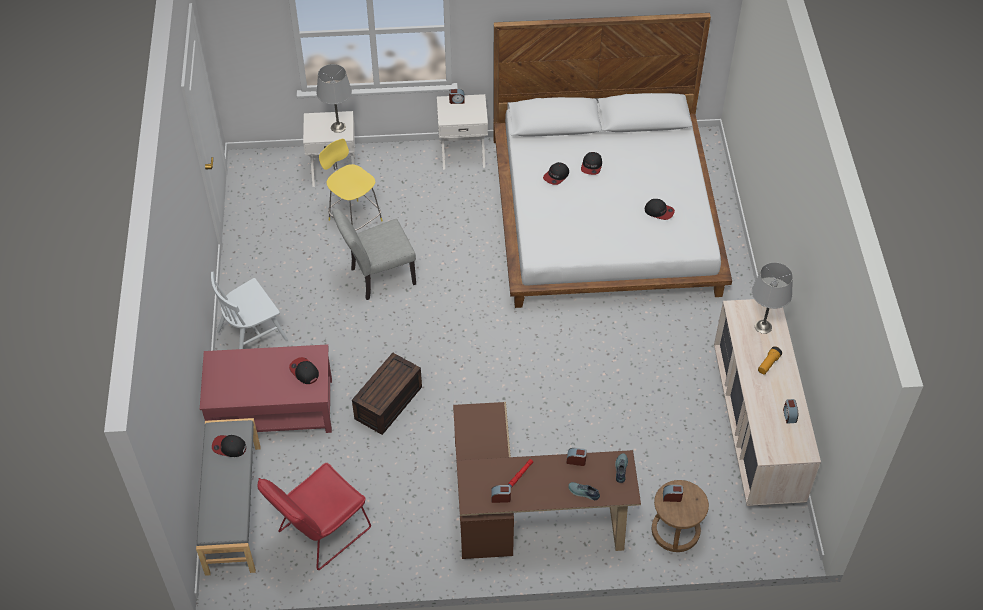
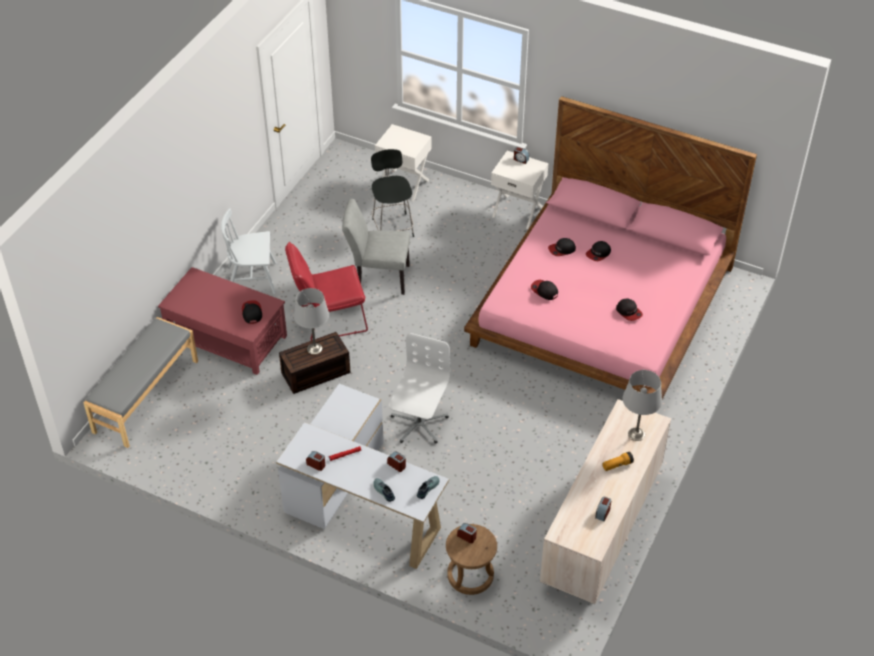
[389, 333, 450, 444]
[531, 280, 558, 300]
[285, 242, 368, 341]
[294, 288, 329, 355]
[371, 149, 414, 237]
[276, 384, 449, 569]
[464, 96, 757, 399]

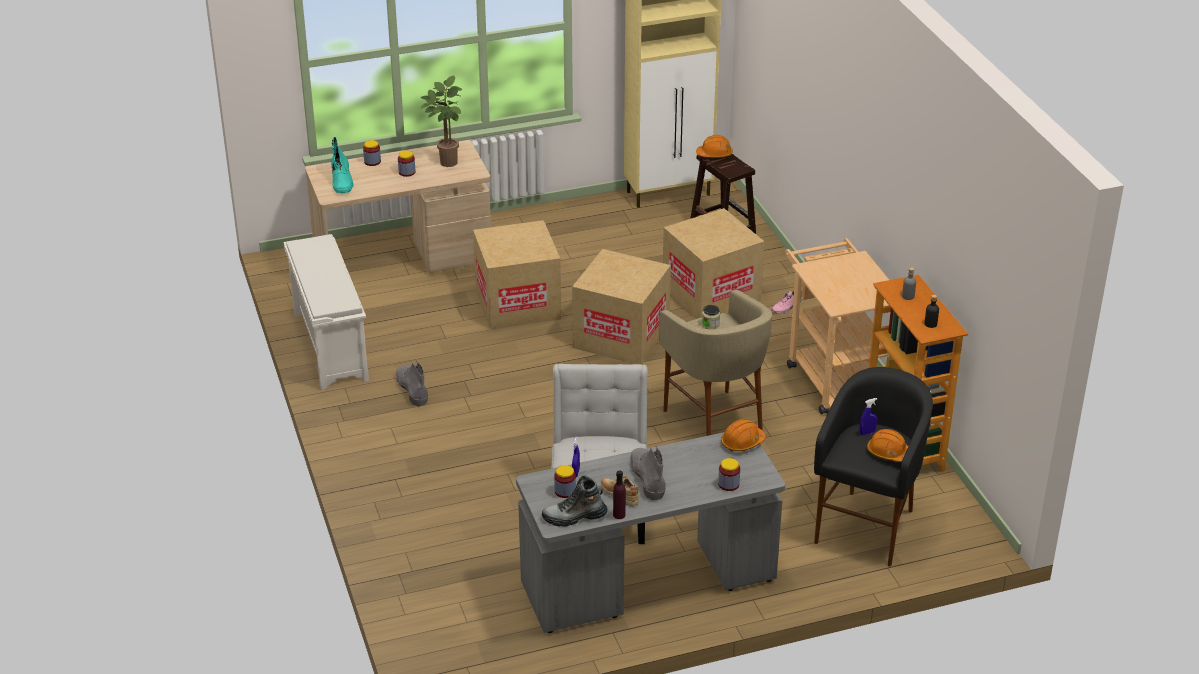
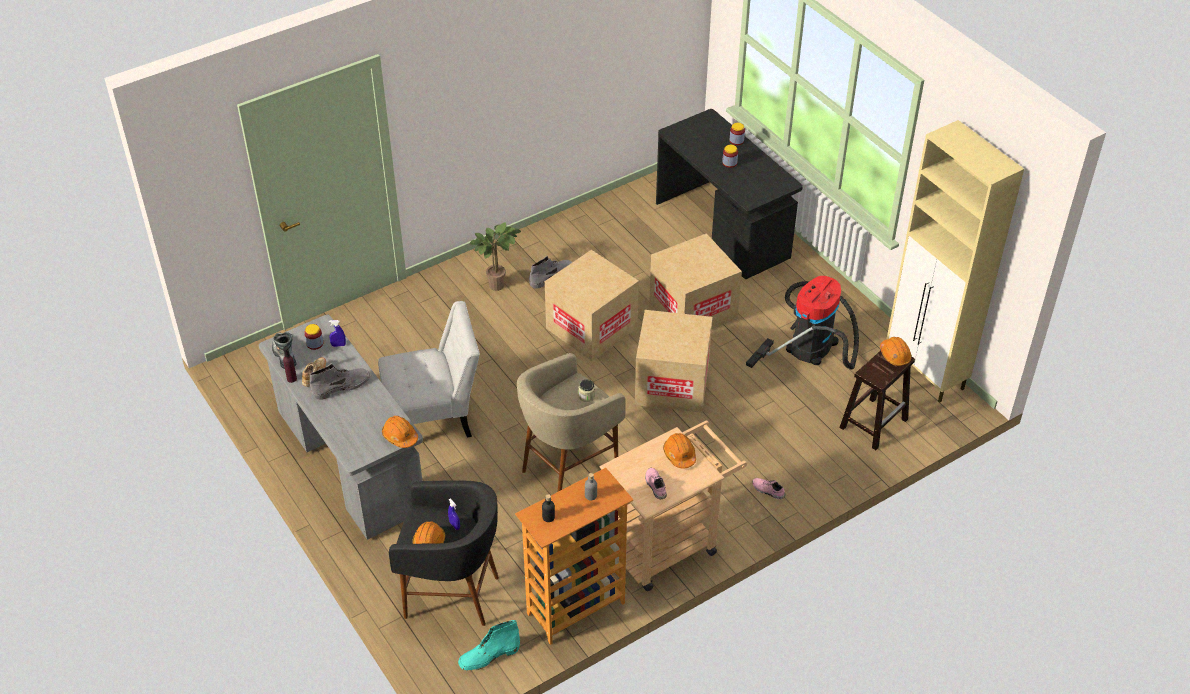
[284, 234, 369, 390] (first image)
[718, 458, 740, 491] (first image)
[645, 468, 667, 499]
[663, 433, 696, 468]
[746, 276, 859, 370]
[458, 620, 520, 670]
[469, 222, 521, 291]
[545, 250, 639, 361]
[656, 109, 803, 279]

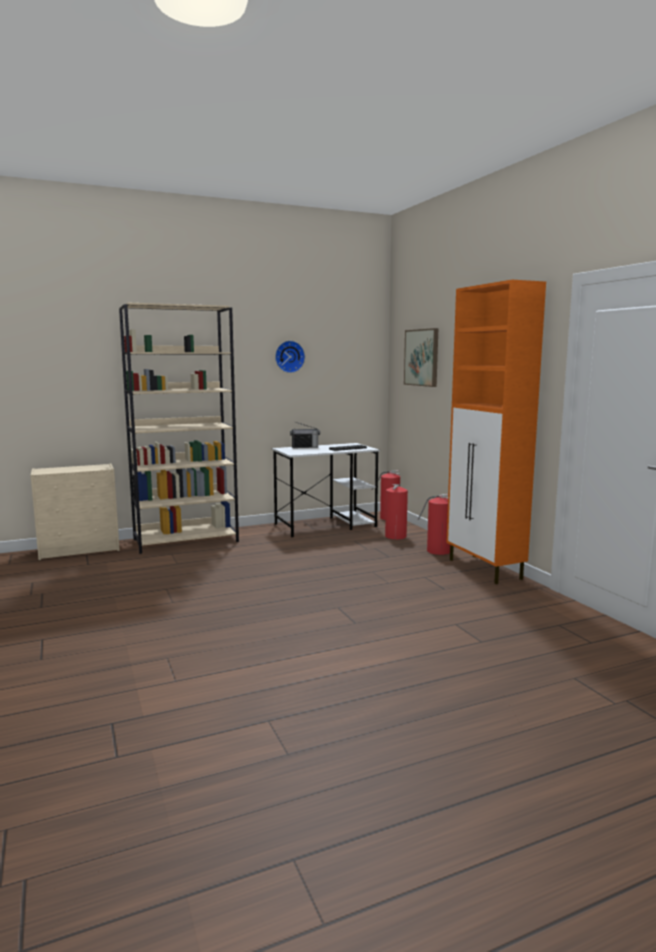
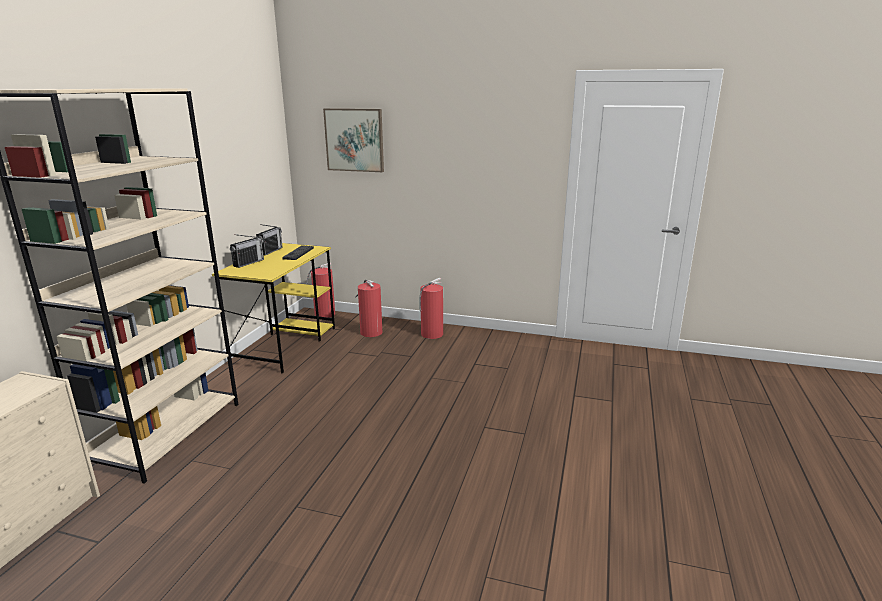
[275, 341, 305, 373] (first image)
[446, 280, 546, 584] (first image)
[256, 224, 283, 256]
[212, 243, 335, 373]

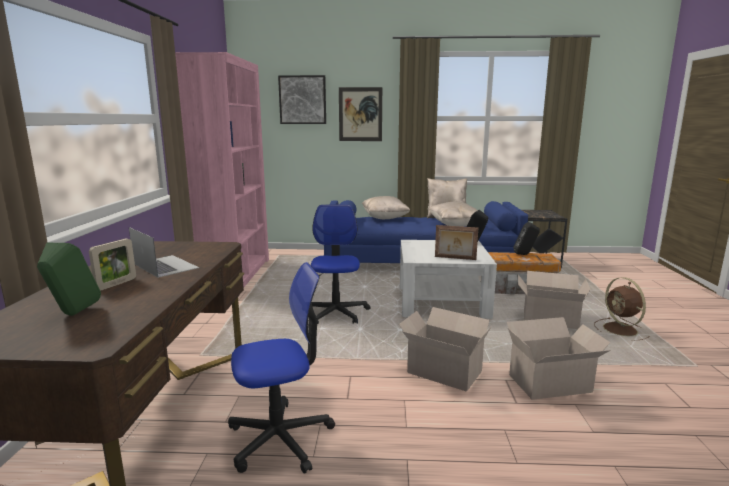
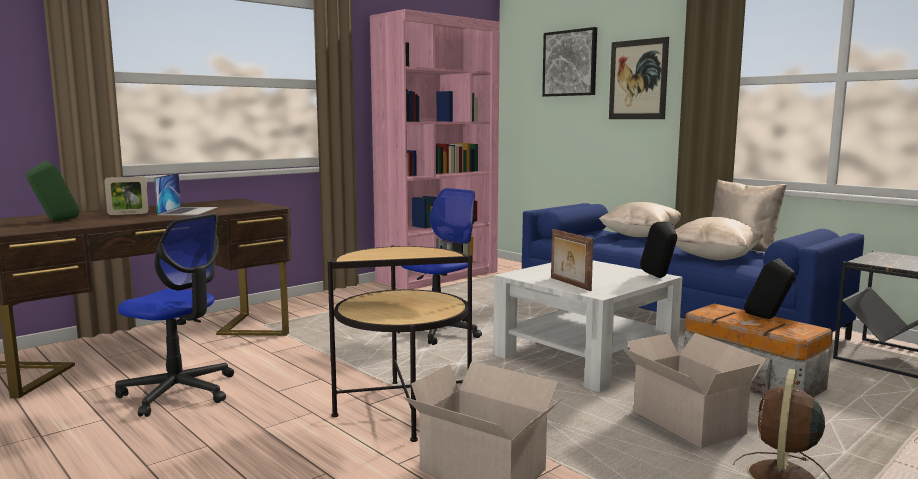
[328, 245, 472, 442]

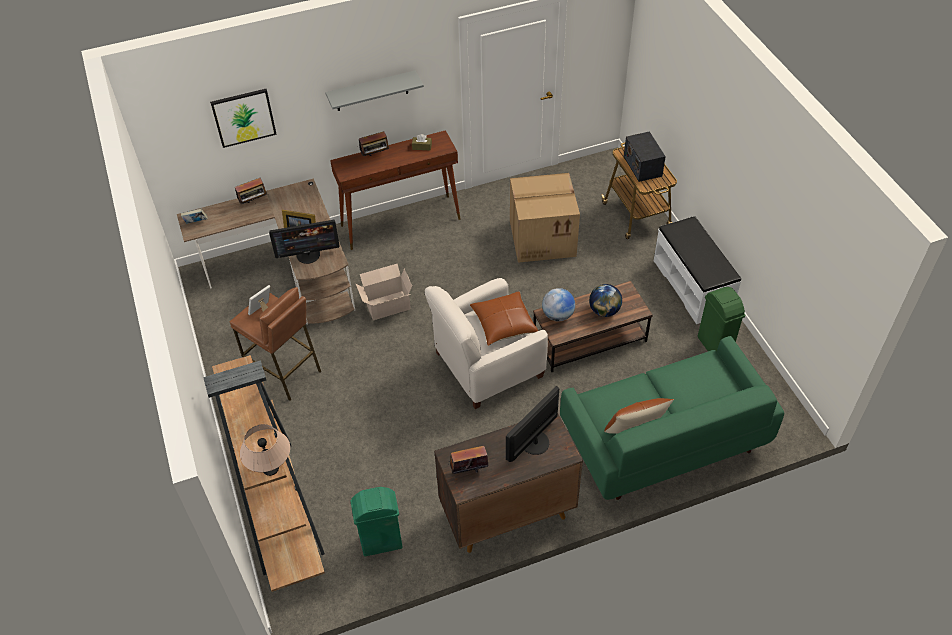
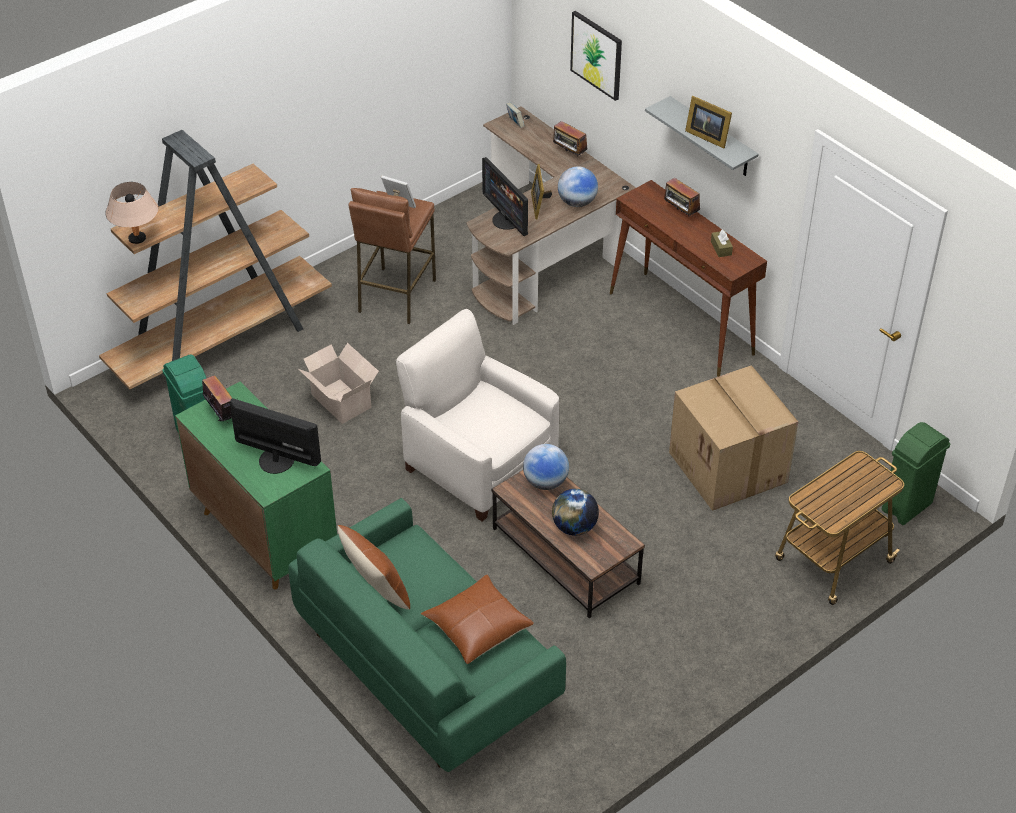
[624, 131, 666, 182] (first image)
[654, 216, 741, 324] (first image)
[558, 166, 598, 207]
[685, 96, 732, 148]
[298, 343, 379, 424]
[421, 574, 534, 664]
[882, 422, 950, 525]
[175, 382, 337, 589]

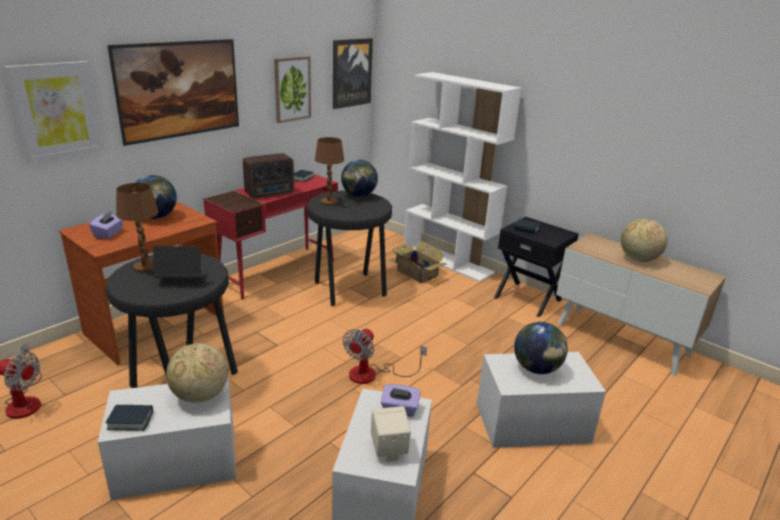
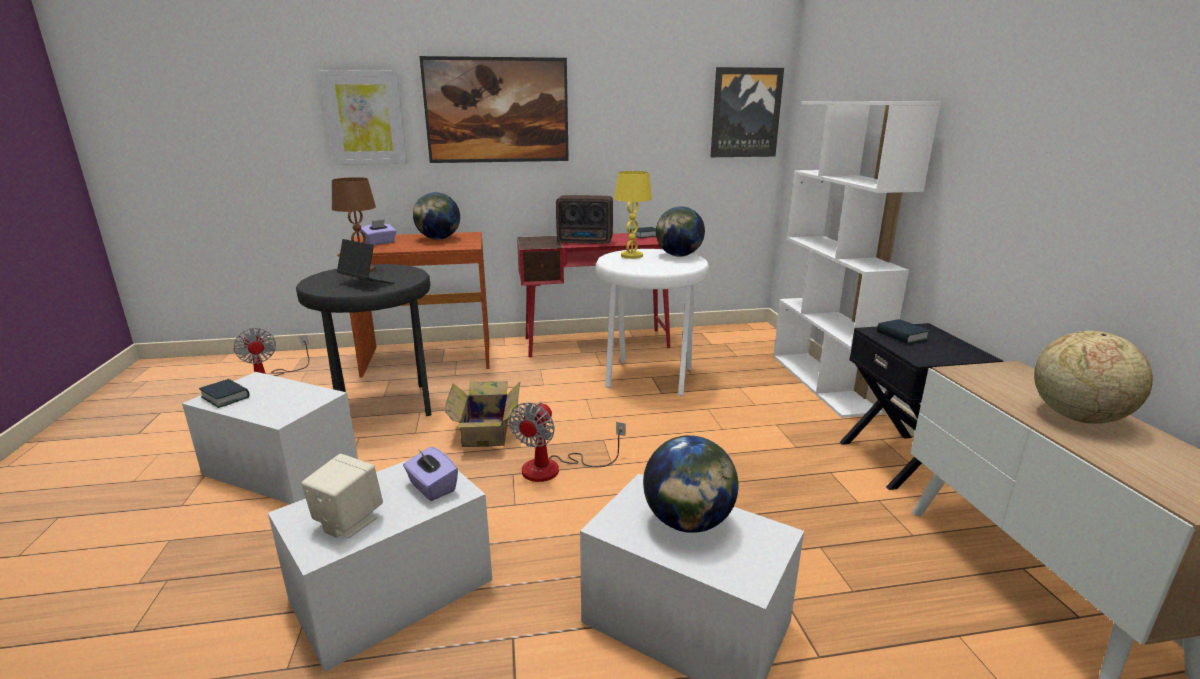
[166, 343, 228, 403] (first image)
[274, 56, 311, 123] (first image)
[445, 381, 520, 447]
[596, 249, 709, 396]
[614, 171, 652, 259]
[509, 402, 626, 482]

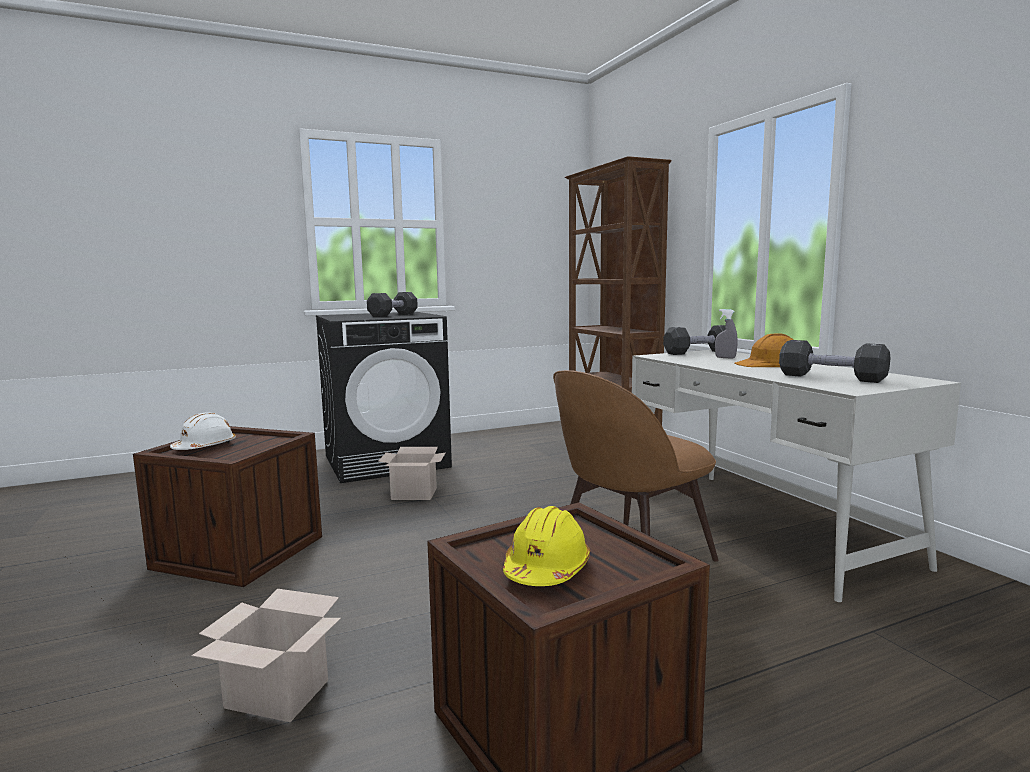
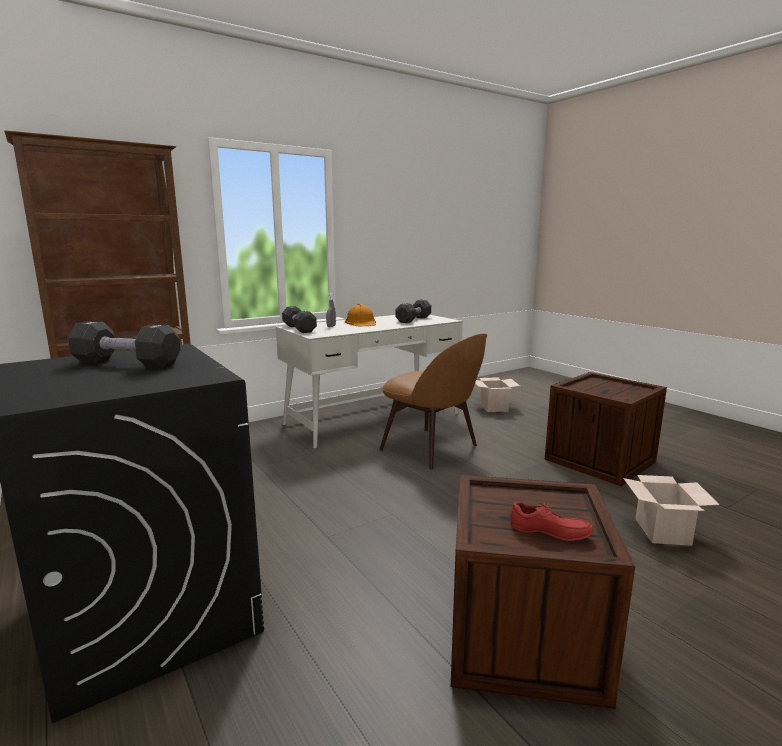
[503, 506, 590, 586] (first image)
[475, 377, 520, 412]
[510, 502, 593, 541]

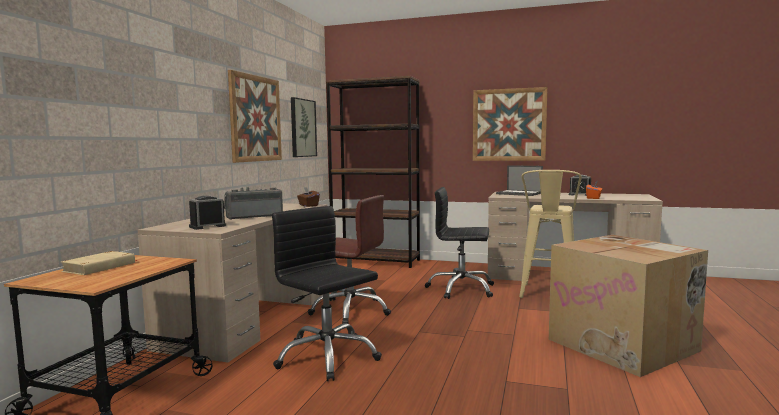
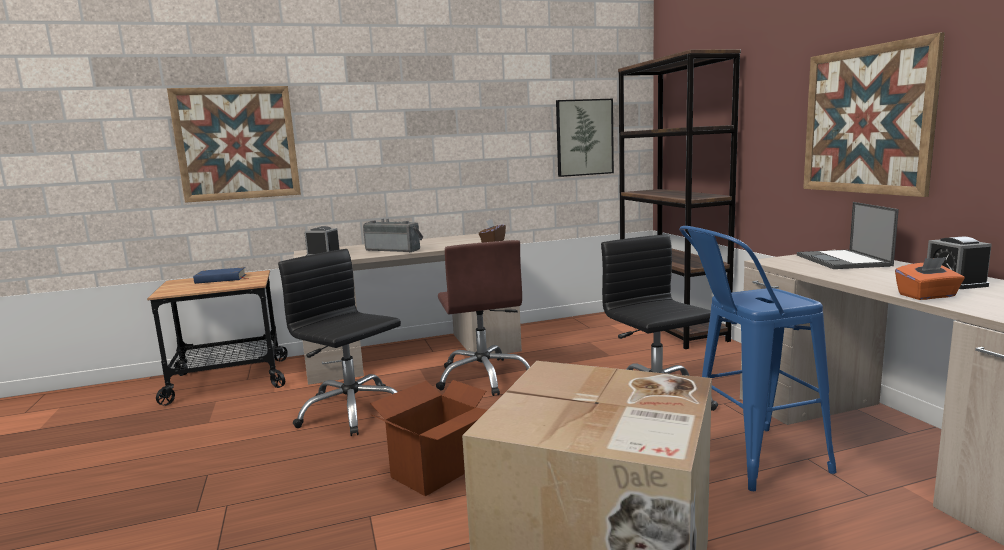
[370, 380, 487, 497]
[167, 86, 301, 203]
[193, 267, 248, 284]
[679, 226, 836, 491]
[278, 249, 401, 436]

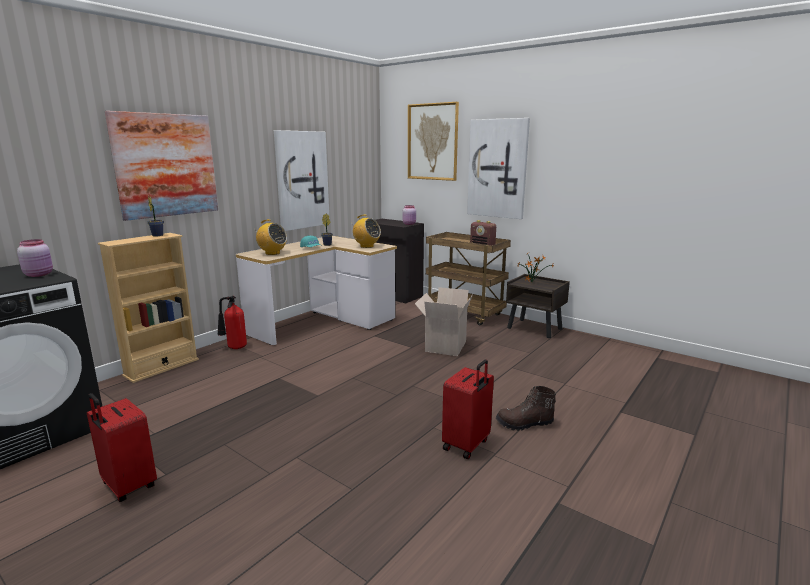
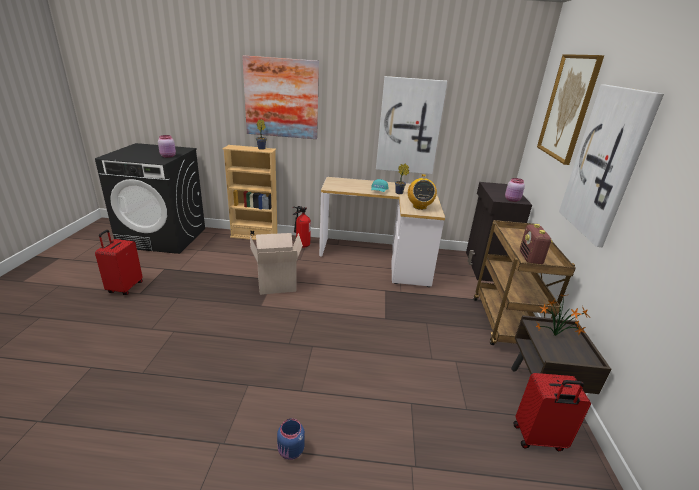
[254, 219, 287, 255] (first image)
[250, 233, 303, 295]
[513, 373, 591, 451]
[277, 418, 305, 460]

